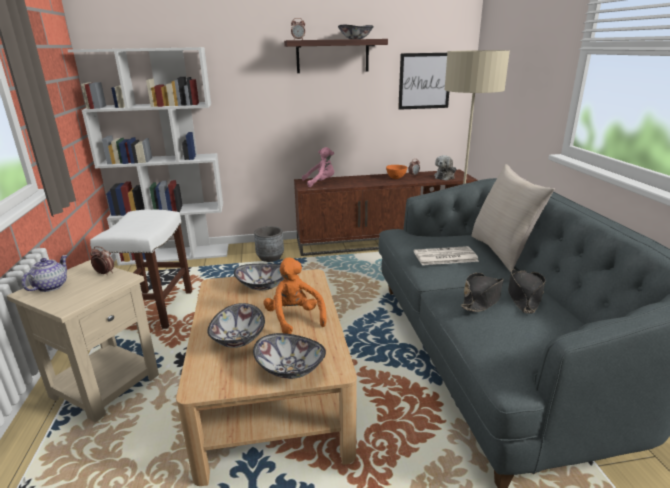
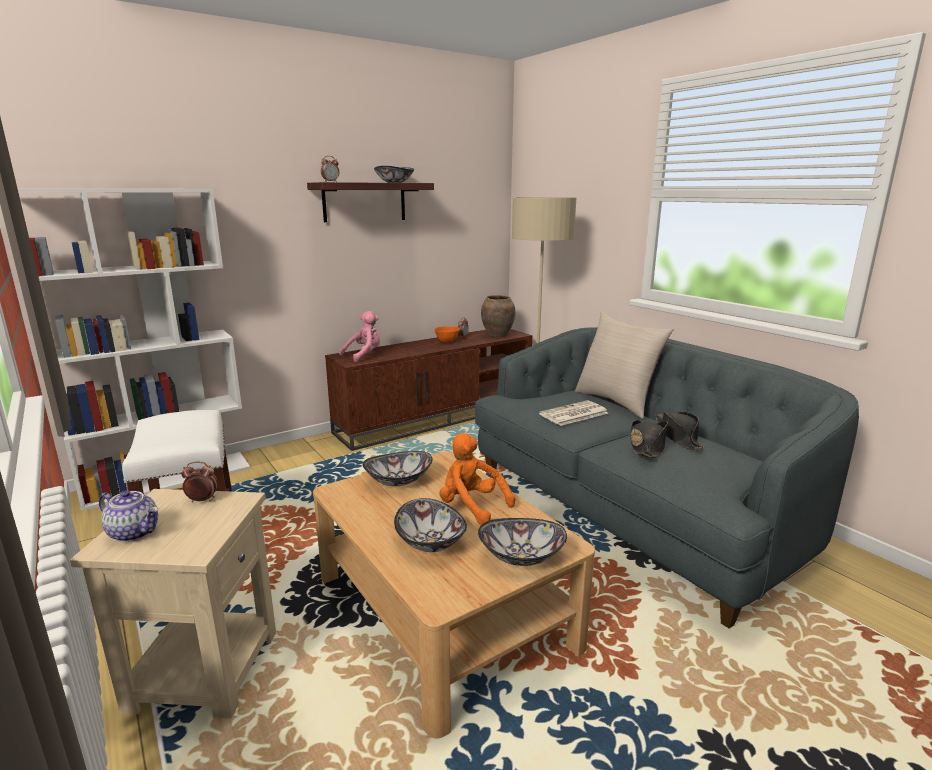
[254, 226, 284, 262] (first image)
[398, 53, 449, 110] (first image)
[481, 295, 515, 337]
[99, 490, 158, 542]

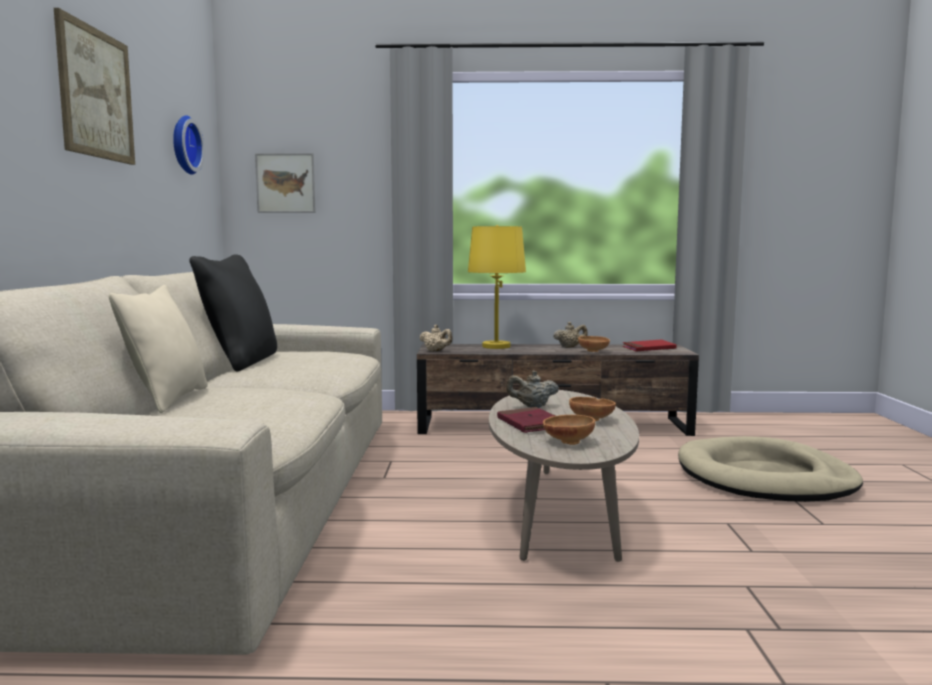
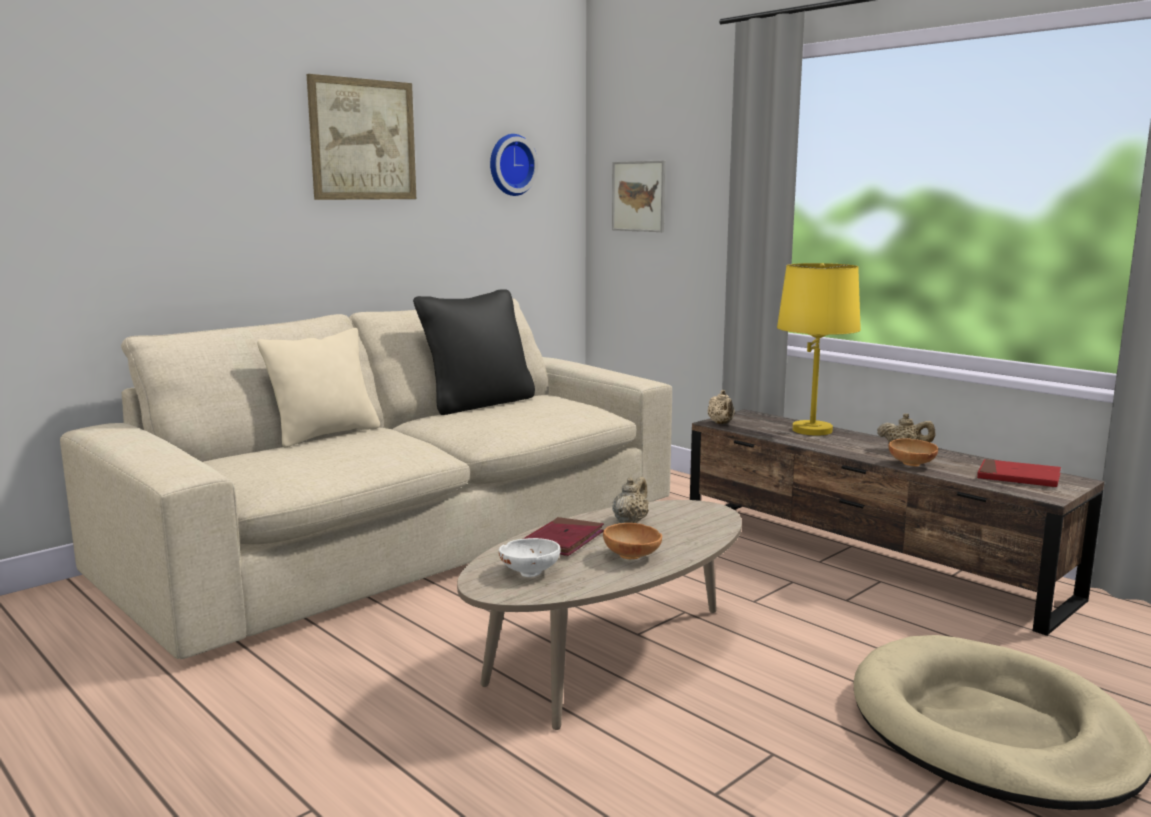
[499, 538, 561, 577]
[612, 476, 649, 523]

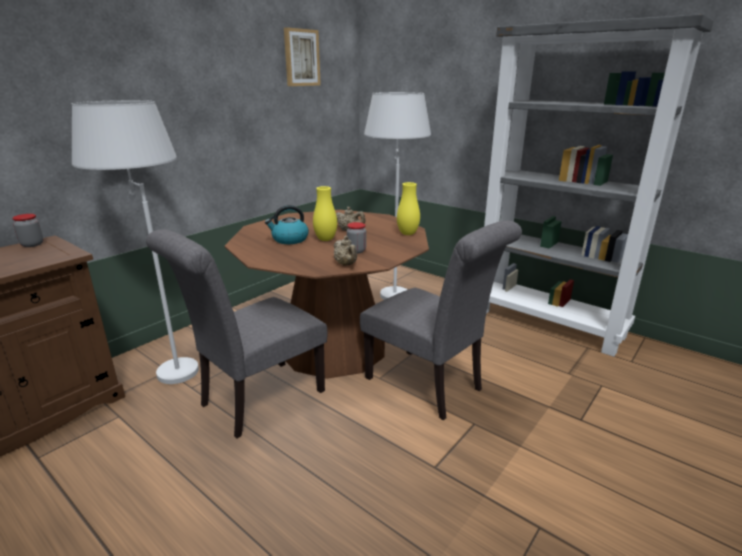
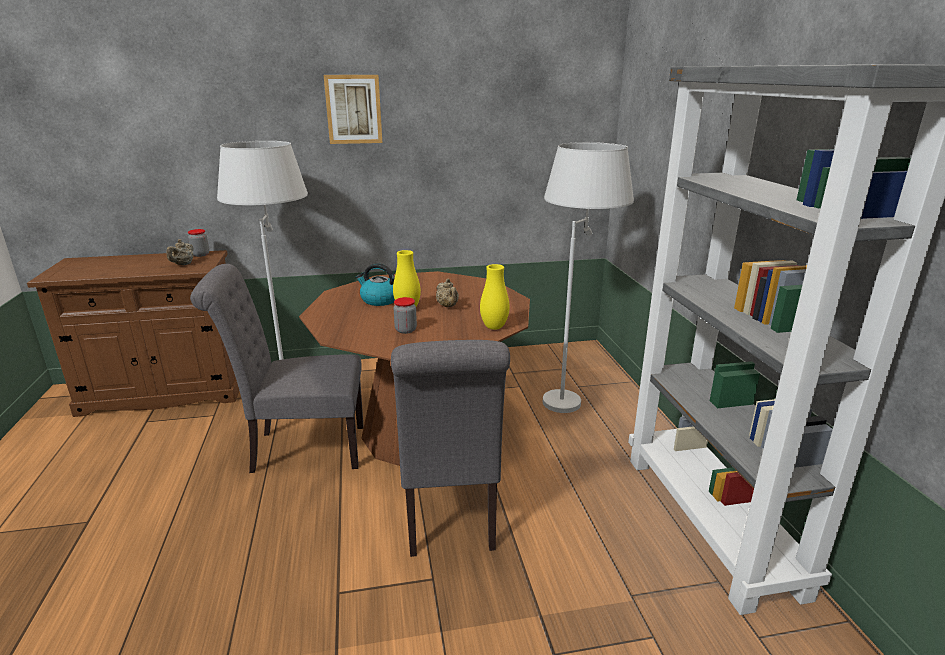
[324, 75, 382, 144]
[166, 239, 194, 265]

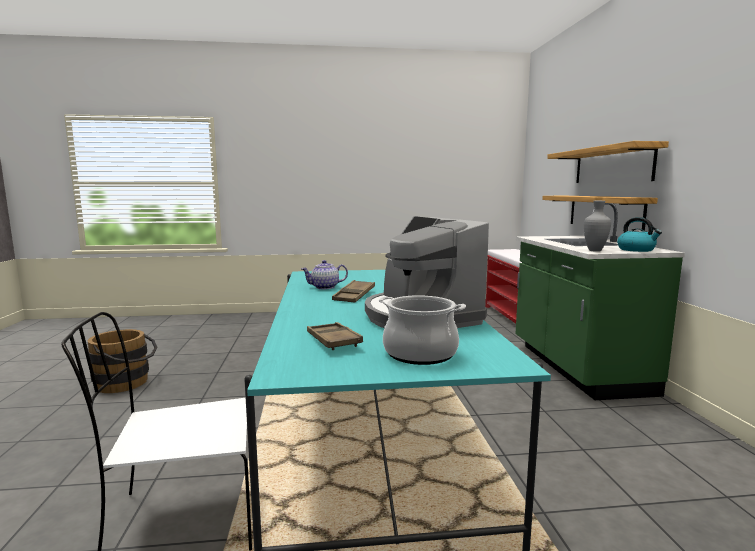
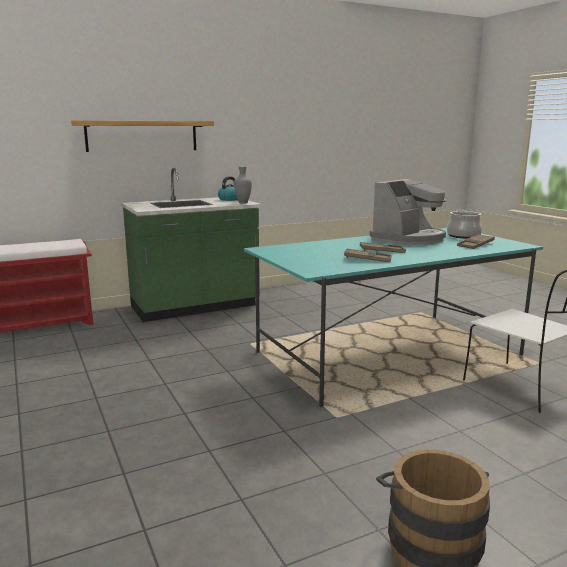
[542, 196, 658, 230] (first image)
[344, 249, 392, 262]

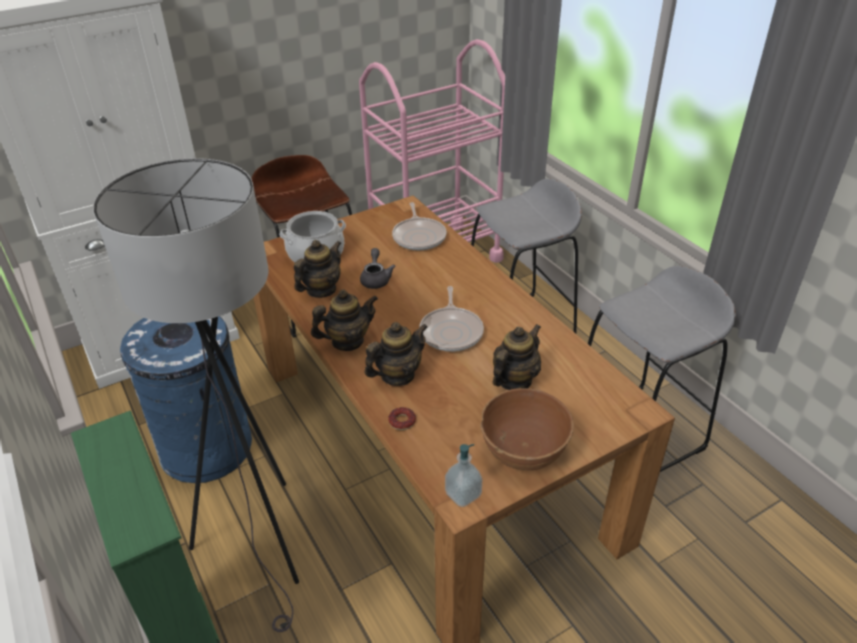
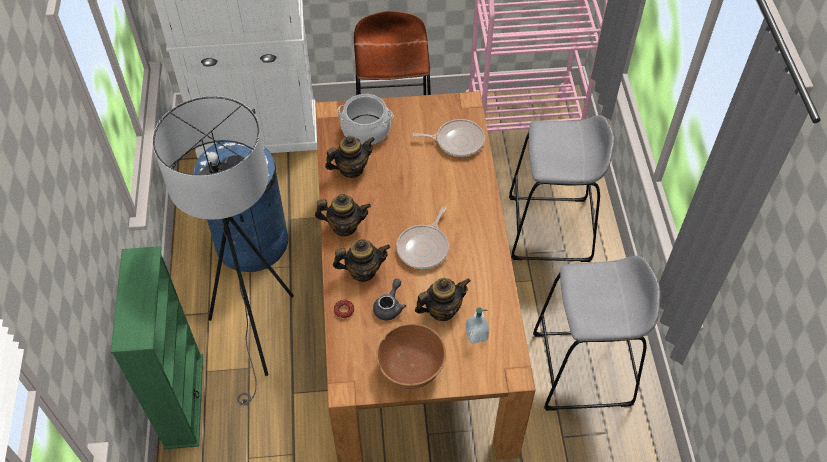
[373, 279, 406, 320]
[465, 308, 489, 344]
[412, 119, 485, 157]

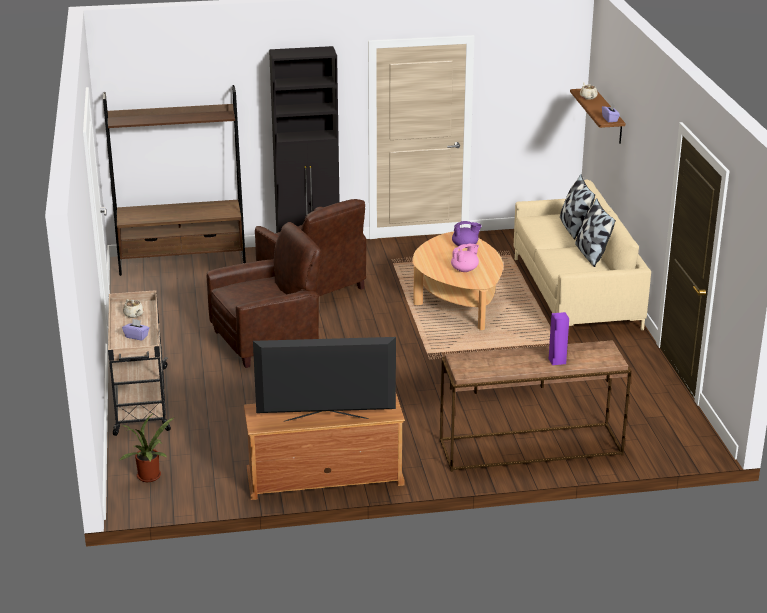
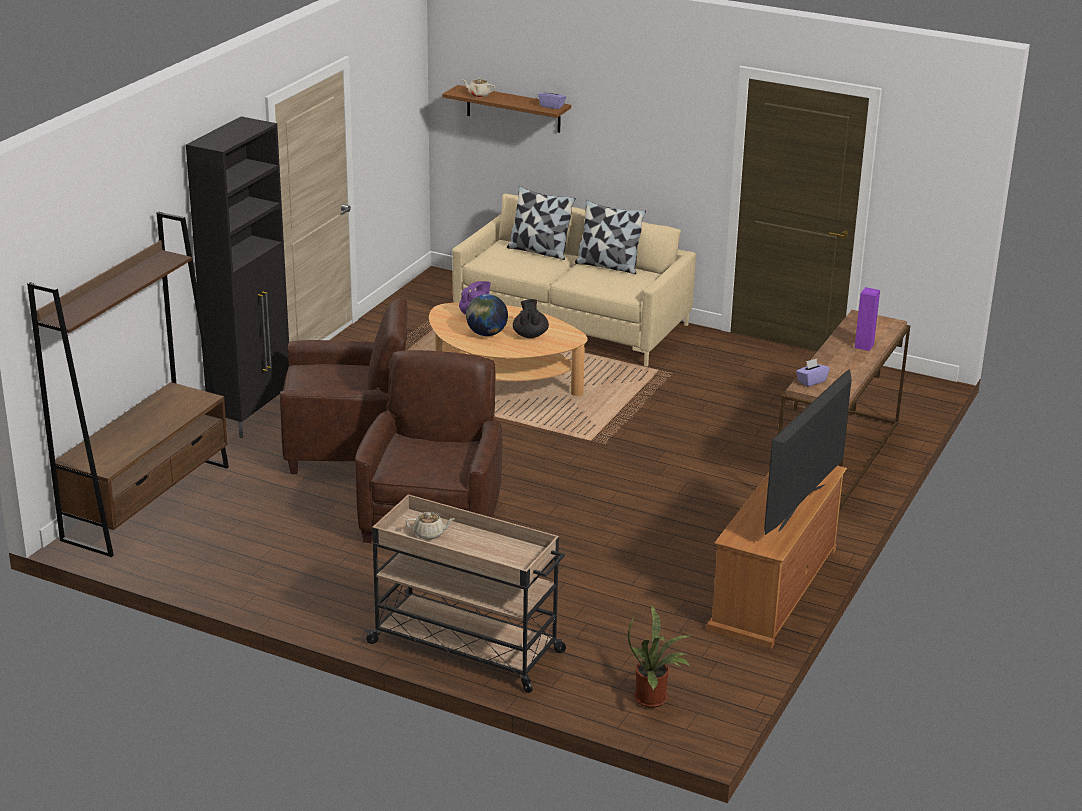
[466, 294, 508, 336]
[796, 358, 830, 387]
[513, 299, 549, 338]

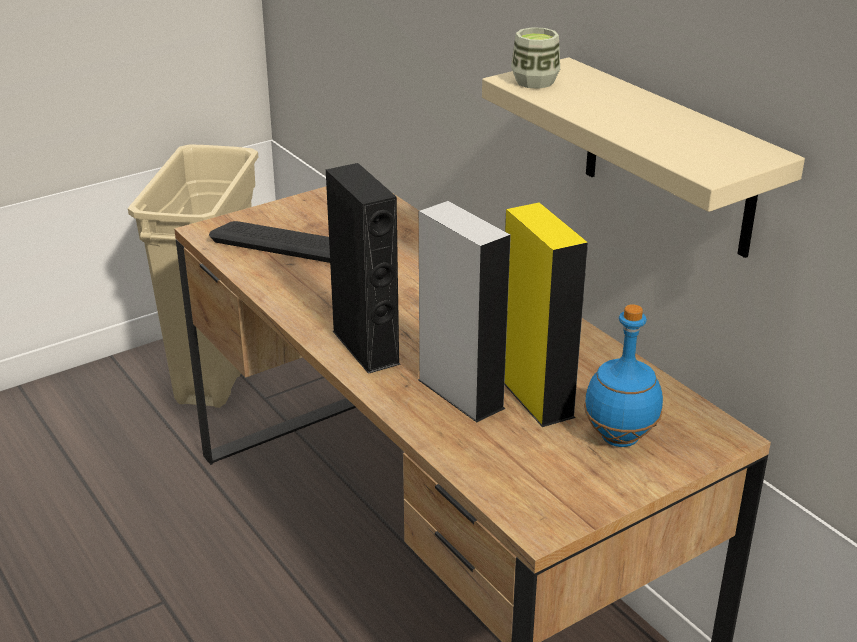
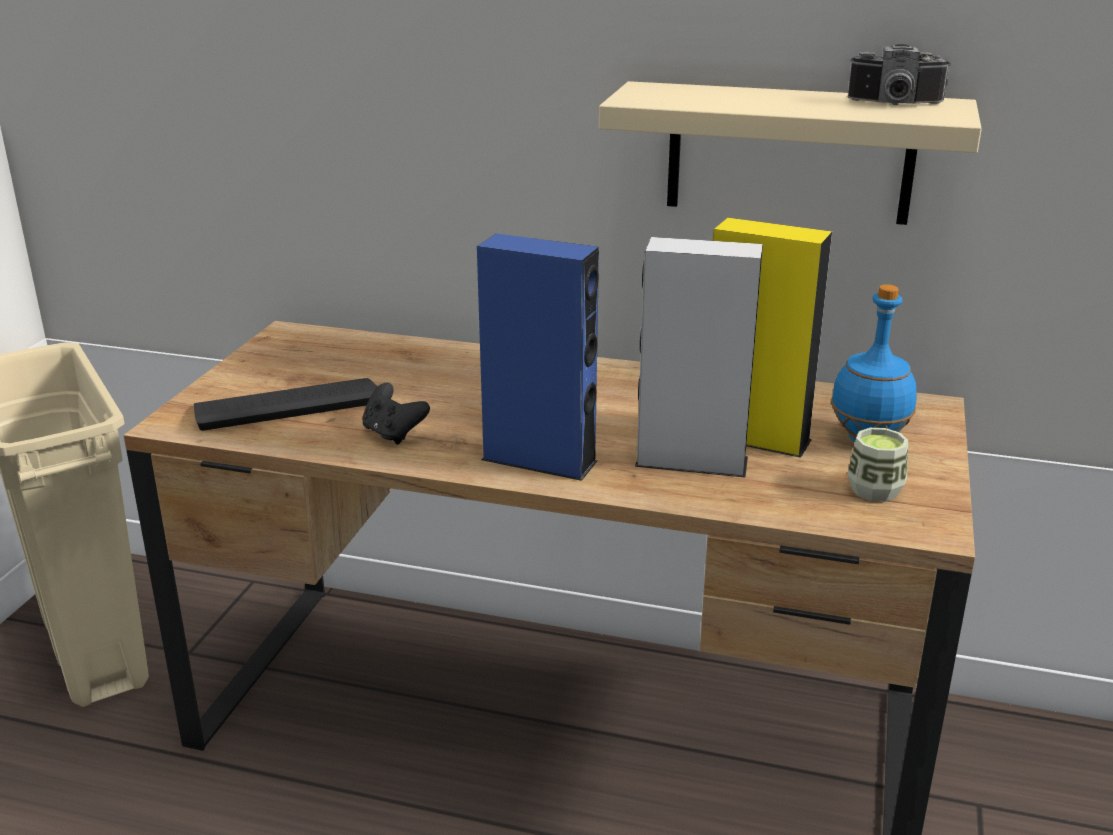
[362, 383, 430, 445]
[848, 44, 951, 105]
[847, 428, 908, 502]
[477, 233, 599, 481]

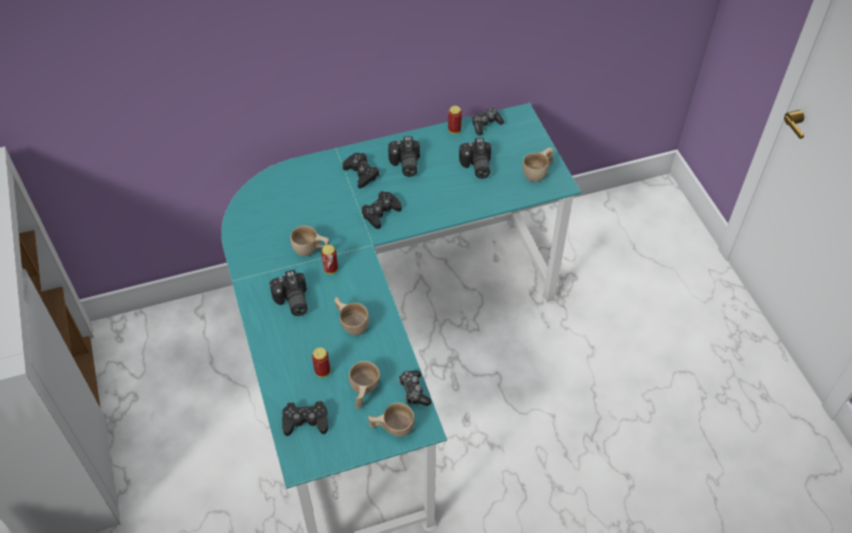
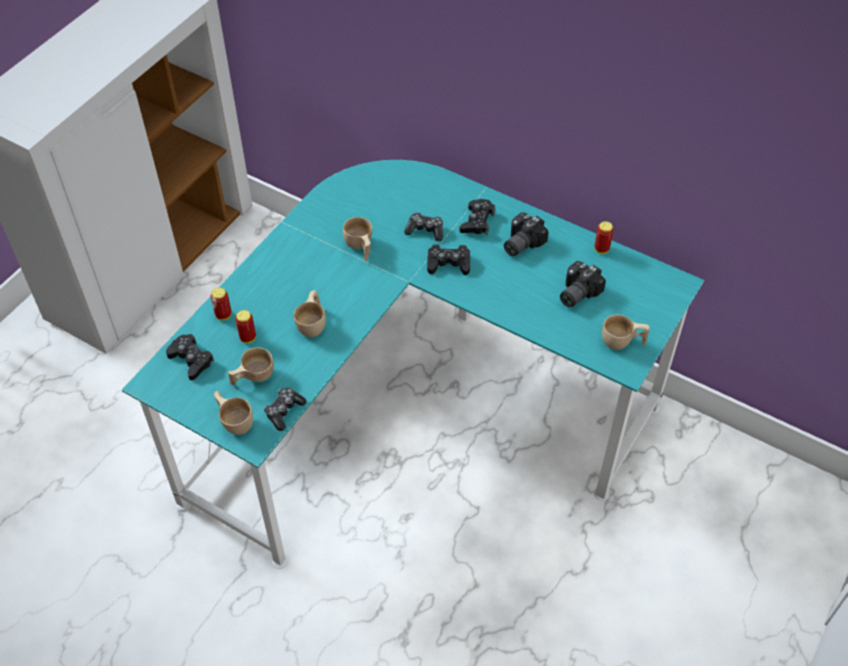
[269, 270, 308, 316] (first image)
[211, 287, 232, 320]
[404, 212, 443, 241]

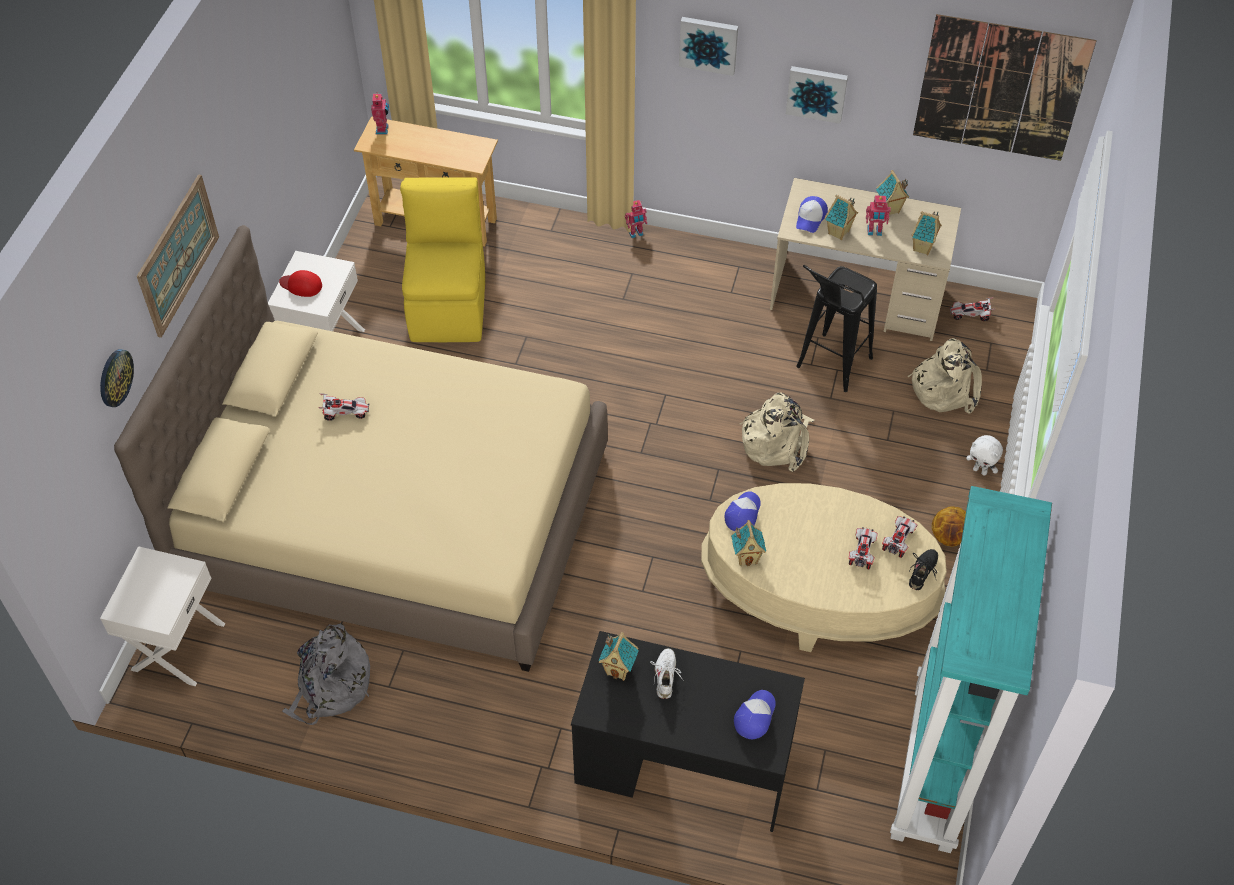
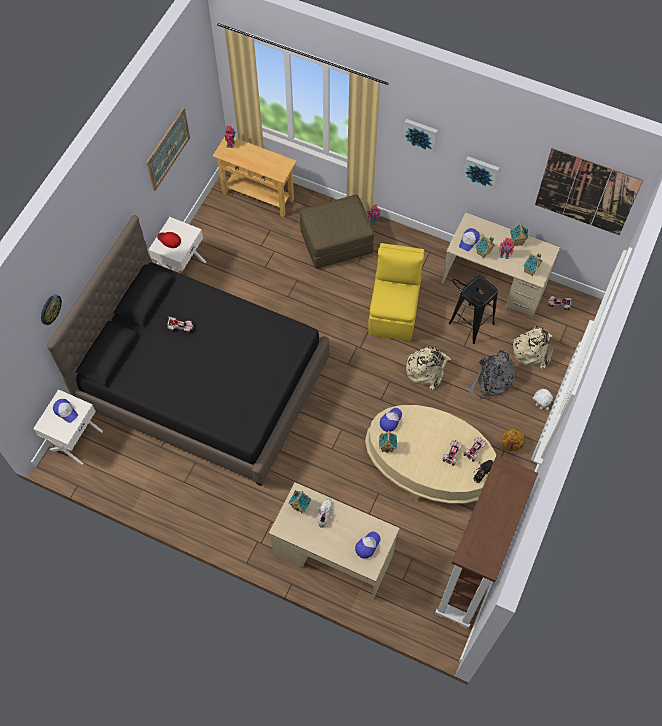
[53, 399, 78, 423]
[300, 194, 374, 269]
[146, 108, 190, 191]
[467, 350, 515, 399]
[368, 243, 424, 341]
[47, 215, 330, 486]
[269, 482, 400, 600]
[435, 456, 538, 628]

